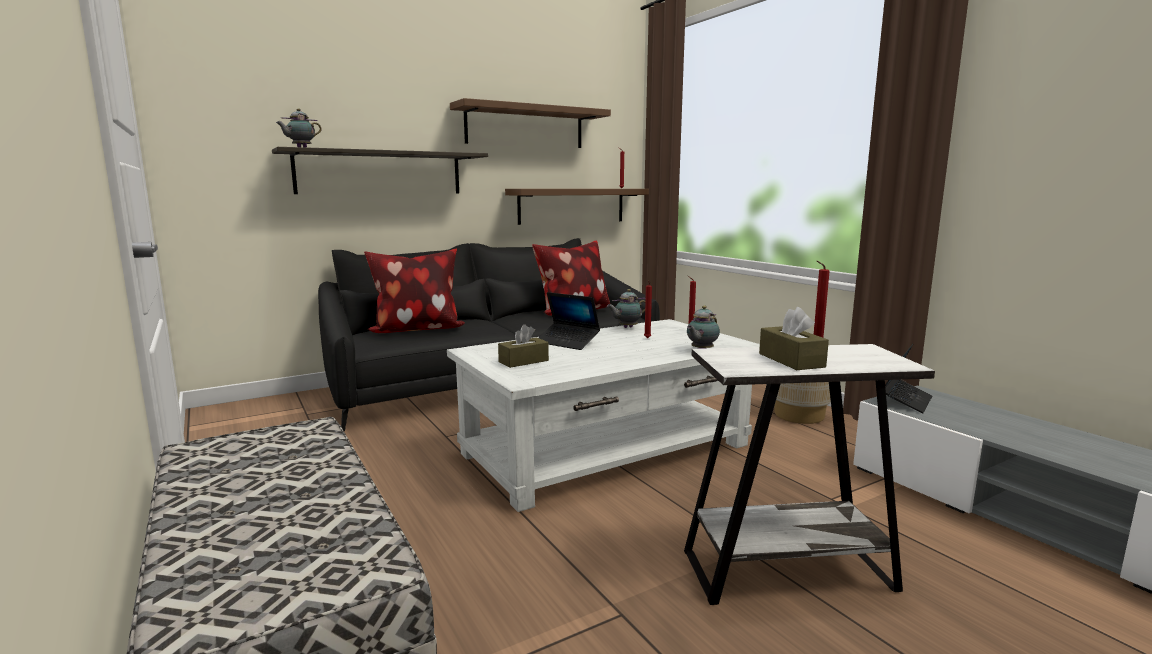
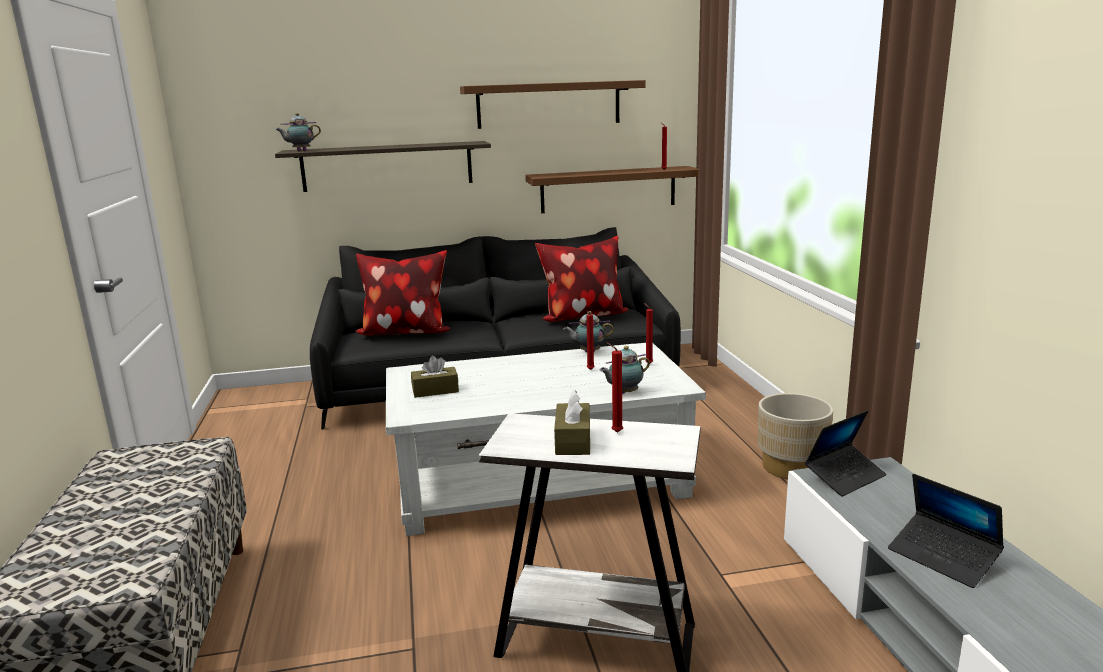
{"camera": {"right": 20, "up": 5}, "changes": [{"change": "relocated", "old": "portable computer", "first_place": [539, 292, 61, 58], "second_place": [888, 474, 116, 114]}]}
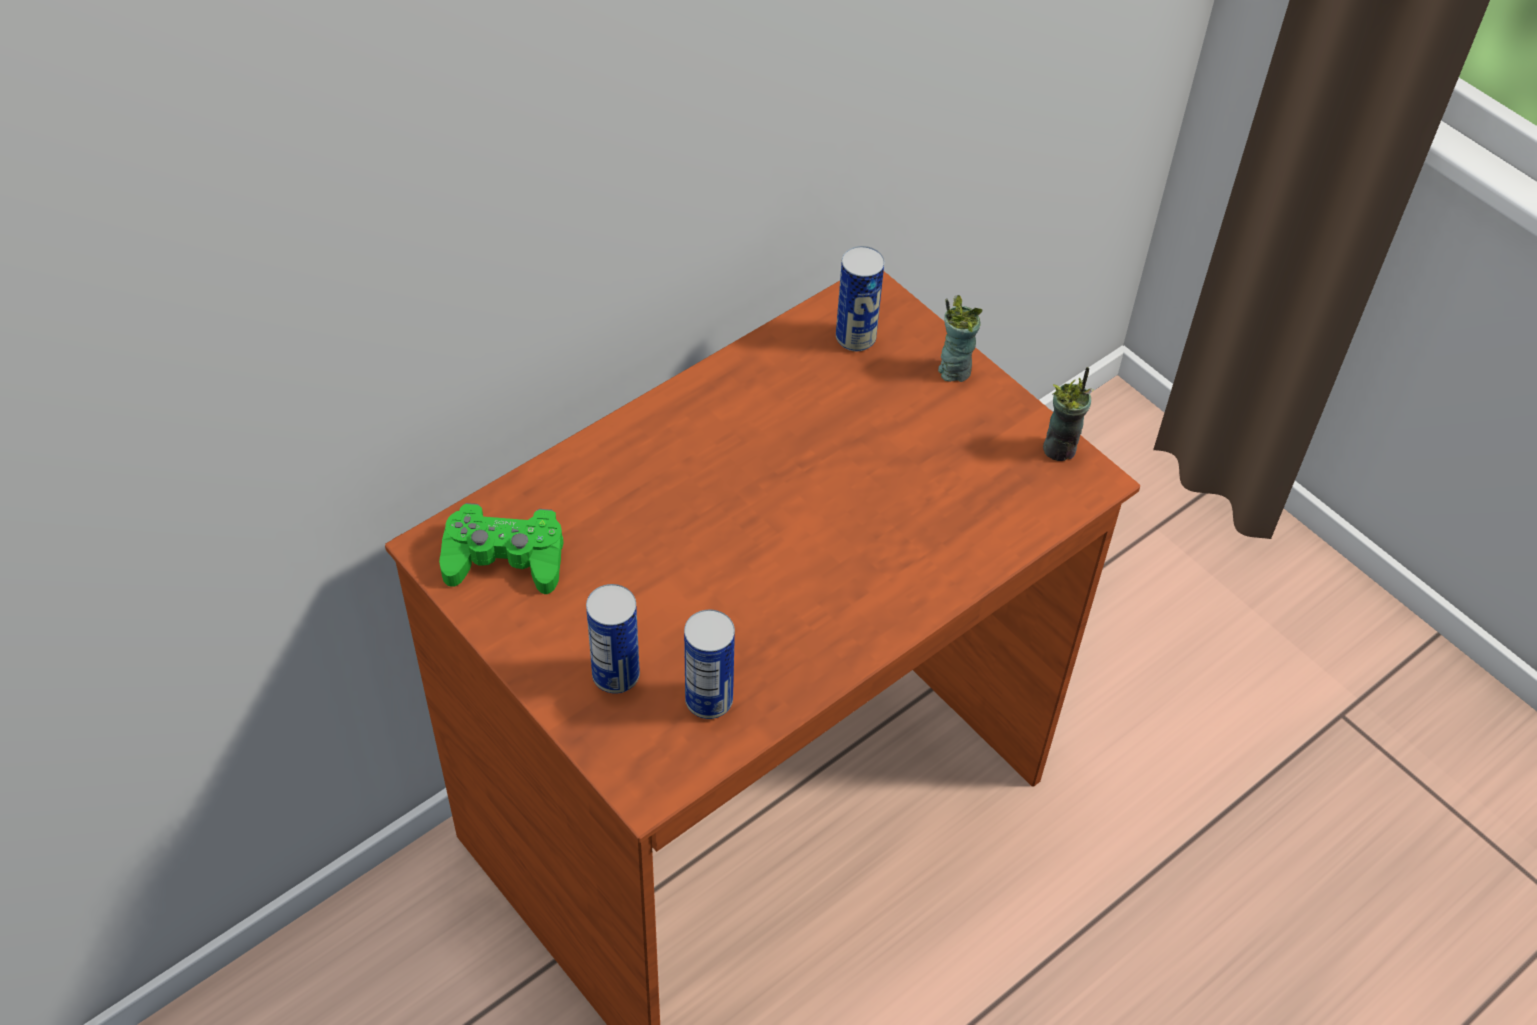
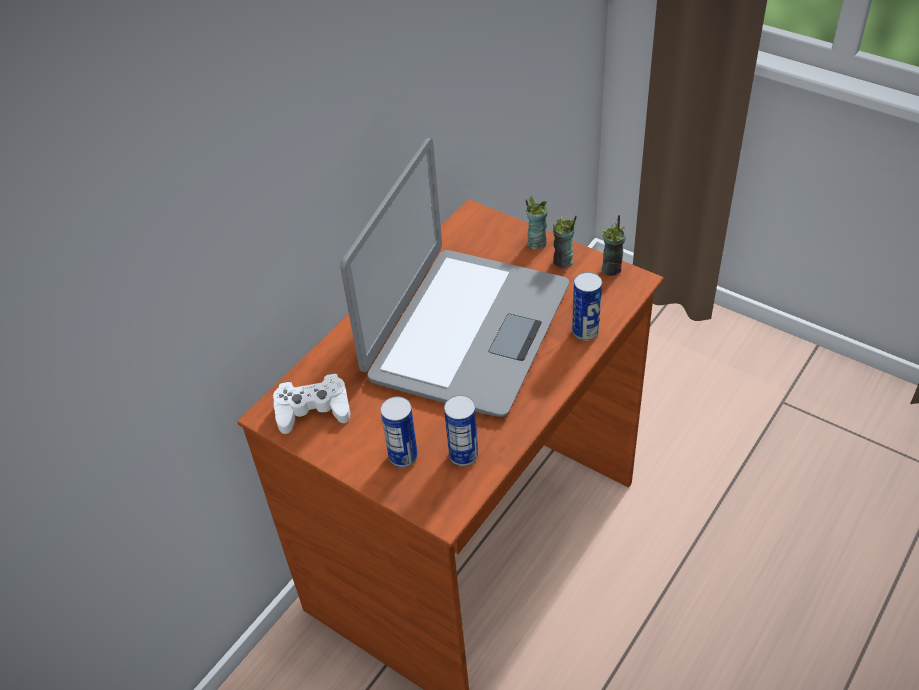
{"camera": {"right": -10, "up": -5}, "changes": [{"change": "relocated", "old": "can", "first_place": [836, 246, 48, 105], "second_place": [572, 272, 30, 69]}, {"change": "colour", "old": "green-coloured joypad", "new": "white joypad", "first_place": [439, 503, 125, 91], "second_place": [273, 373, 77, 61]}, {"change": "appeared", "new": "portable computer", "second_place": [340, 139, 229, 278]}, {"change": "appeared", "new": "cup", "second_place": [553, 215, 24, 53]}]}
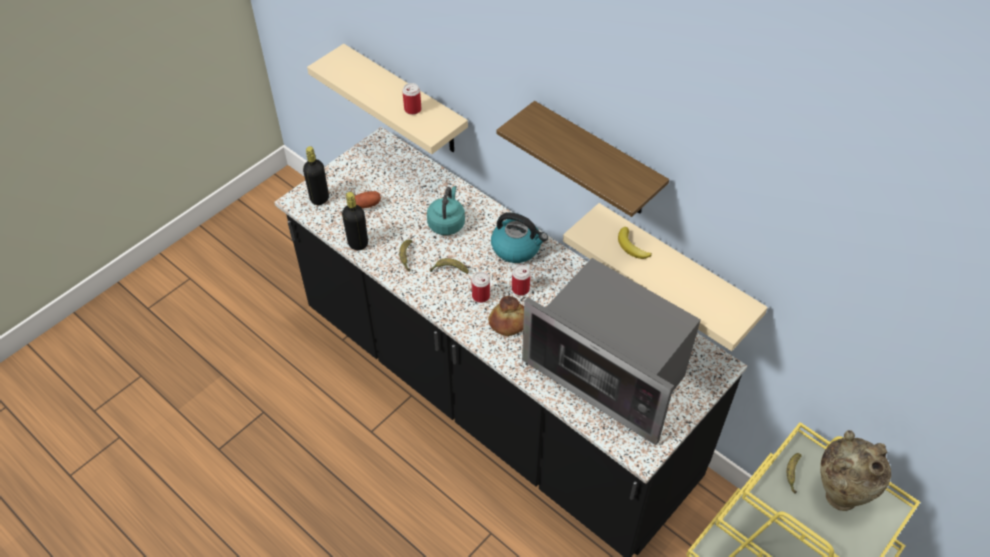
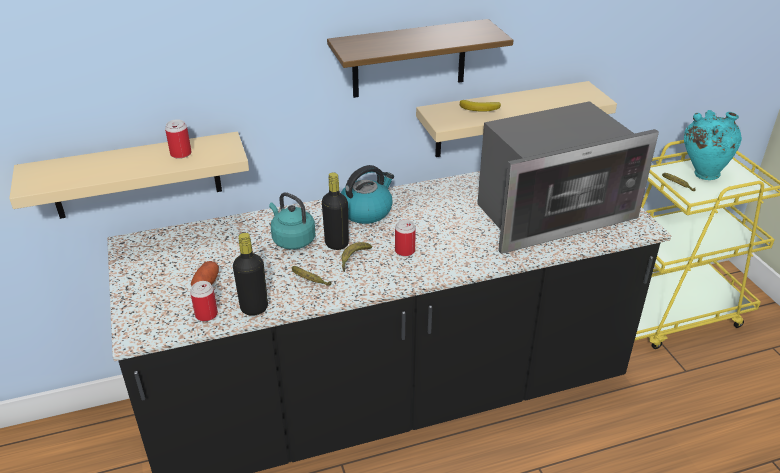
{"camera": {"right": -60, "up": -15}, "changes": [{"change": "relocated", "old": "black-coloured bottle", "first_place": [303, 146, 26, 59], "second_place": [322, 172, 27, 78]}, {"change": "relocated", "old": "can", "first_place": [512, 265, 18, 31], "second_place": [190, 281, 28, 41]}, {"change": "missing", "old": "bread", "first_place": [488, 296, 36, 40]}, {"change": "colour", "old": "beige flower vase", "new": "turquoise-coloured flower vase", "first_place": [820, 430, 71, 81], "second_place": [684, 110, 58, 70]}]}
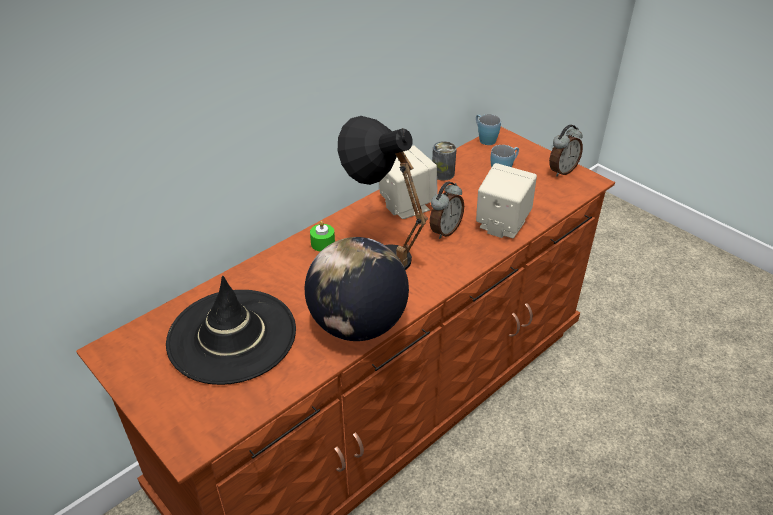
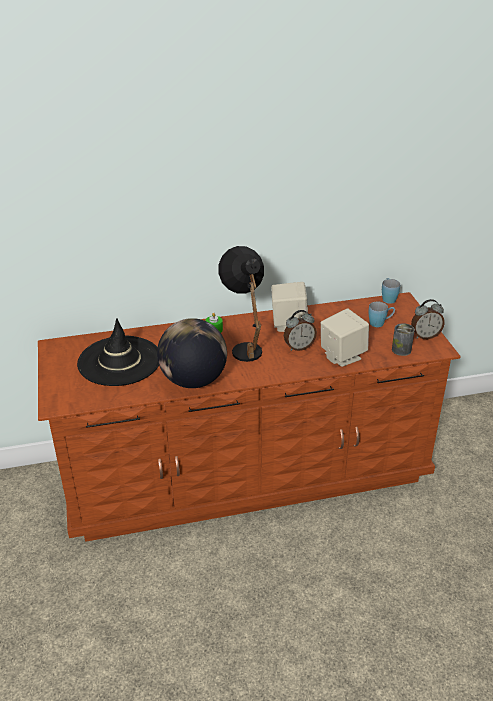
{"camera": {"right": 30, "up": -5}, "changes": [{"change": "relocated", "old": "can", "first_place": [432, 141, 25, 39], "second_place": [392, 323, 23, 33]}]}
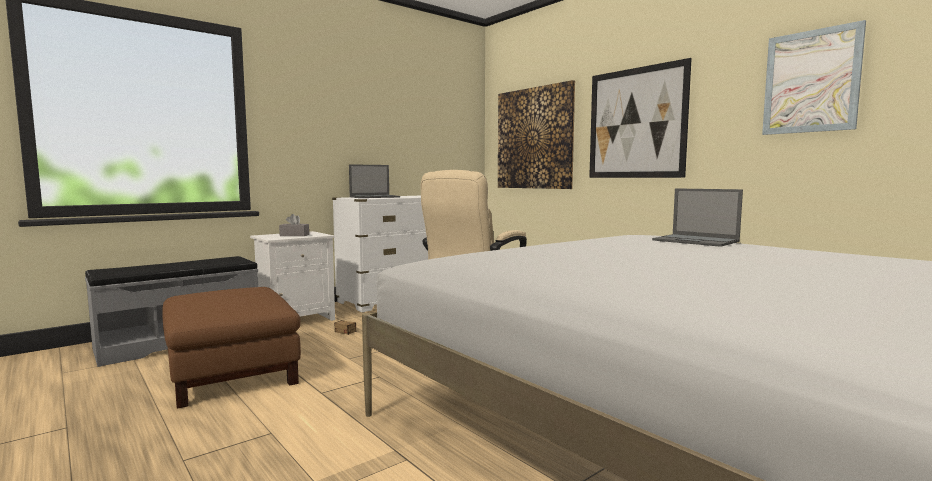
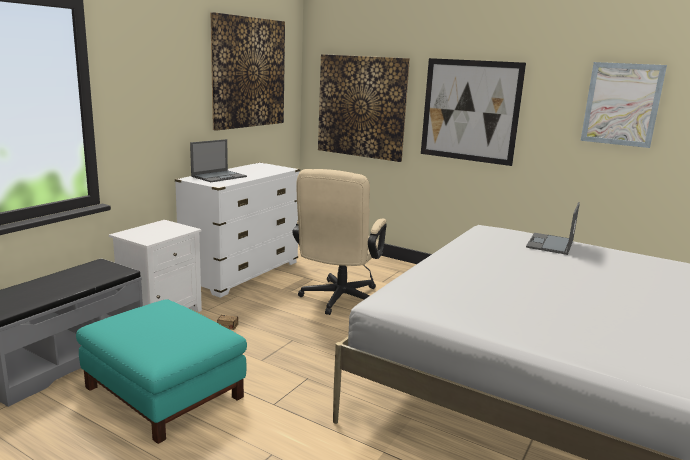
{"camera": {"right": -20, "up": 10}, "changes": [{"change": "spun", "old": "portable computer", "first_place": [652, 188, 91, 59], "second_place": [526, 202, 54, 53], "degrees": 90}, {"change": "missing", "old": "gray tissue box", "first_place": [279, 214, 30, 22]}, {"change": "colour", "old": "brown pouffe", "new": "turquoise-coloured pouffe", "first_place": [162, 287, 139, 121], "second_place": [76, 299, 171, 145]}, {"change": "appeared", "new": "wall art", "second_place": [210, 12, 75, 119]}]}
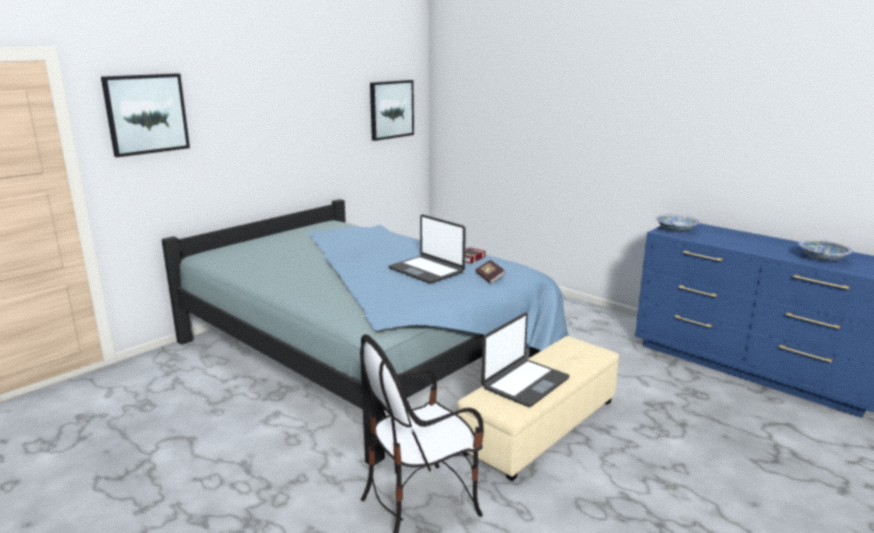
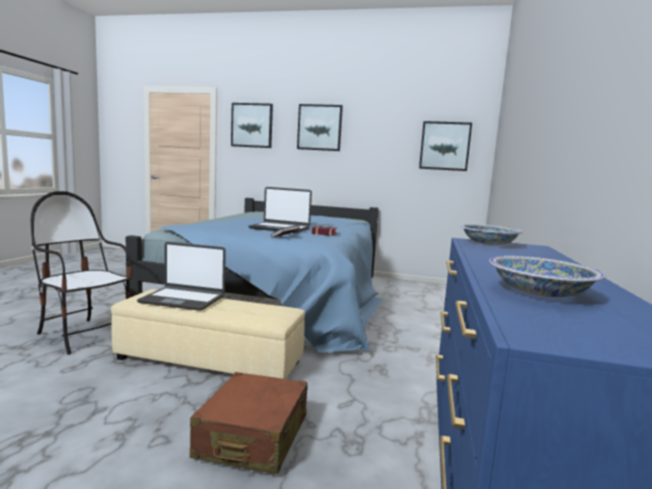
{"camera": {"right": 60, "up": -10}, "changes": [{"change": "spun", "old": "portable computer", "first_place": [388, 214, 78, 70], "second_place": [249, 187, 63, 46], "degrees": -90}, {"change": "appeared", "new": "wall art", "second_place": [297, 104, 46, 47]}, {"change": "appeared", "new": "brown piece of luggage", "second_place": [190, 372, 117, 102]}]}
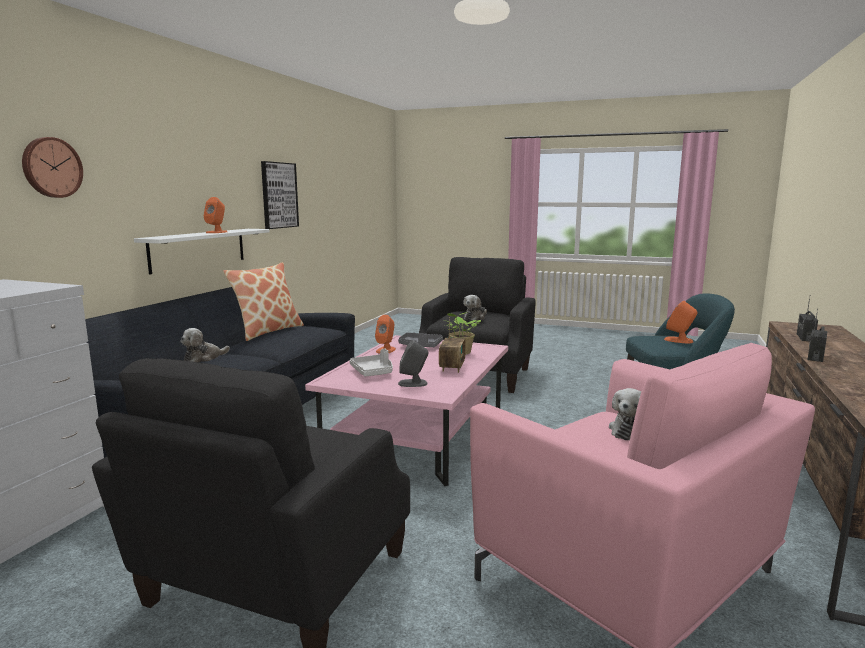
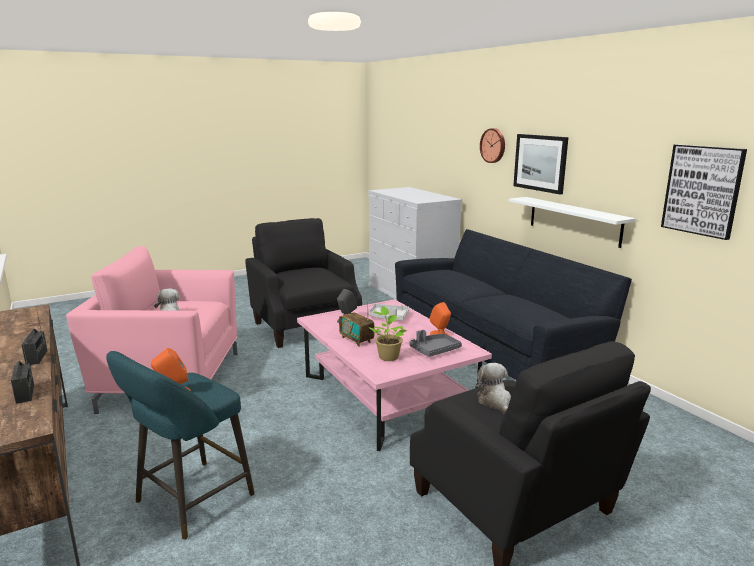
{"camera": {"right": 130, "up": 5}, "changes": [{"change": "missing", "old": "orangey audio speaker", "first_place": [204, 197, 23, 36]}, {"change": "missing", "old": "cushion", "first_place": [223, 262, 81, 79]}, {"change": "missing", "old": "soft toy", "first_place": [180, 328, 50, 34]}, {"change": "appeared", "new": "wall art", "second_place": [513, 134, 55, 61]}]}
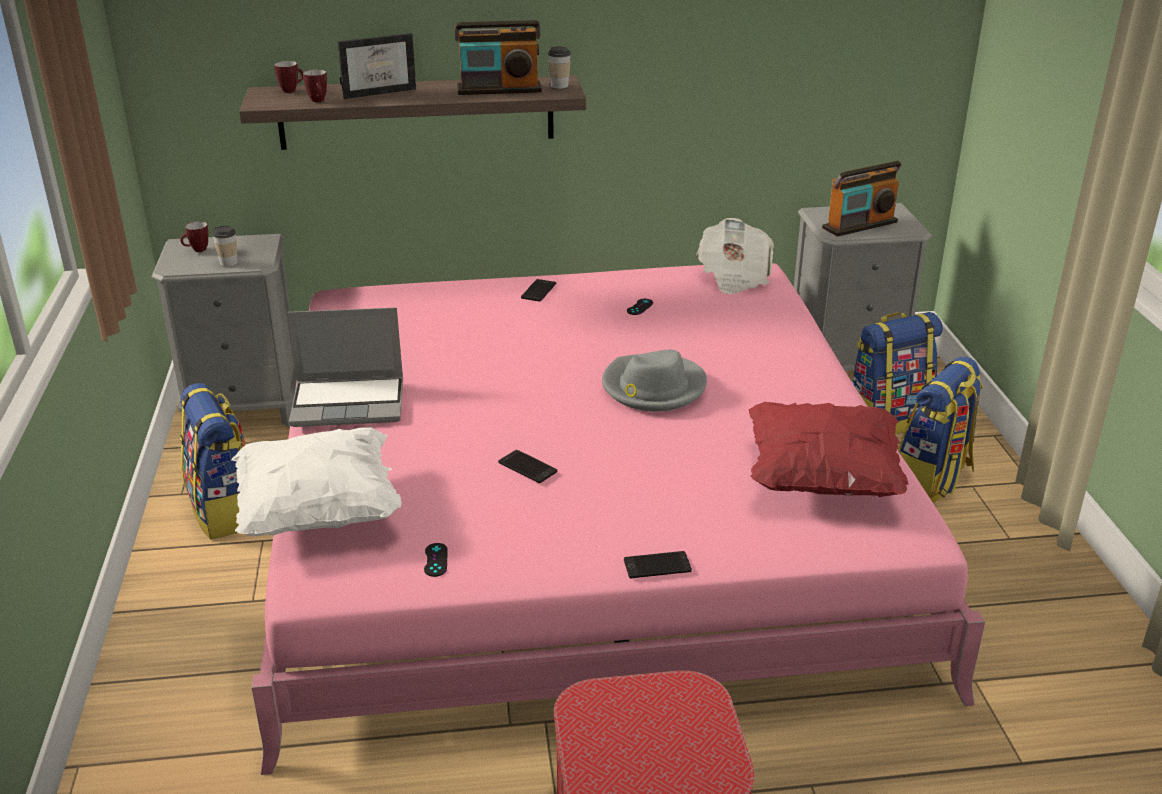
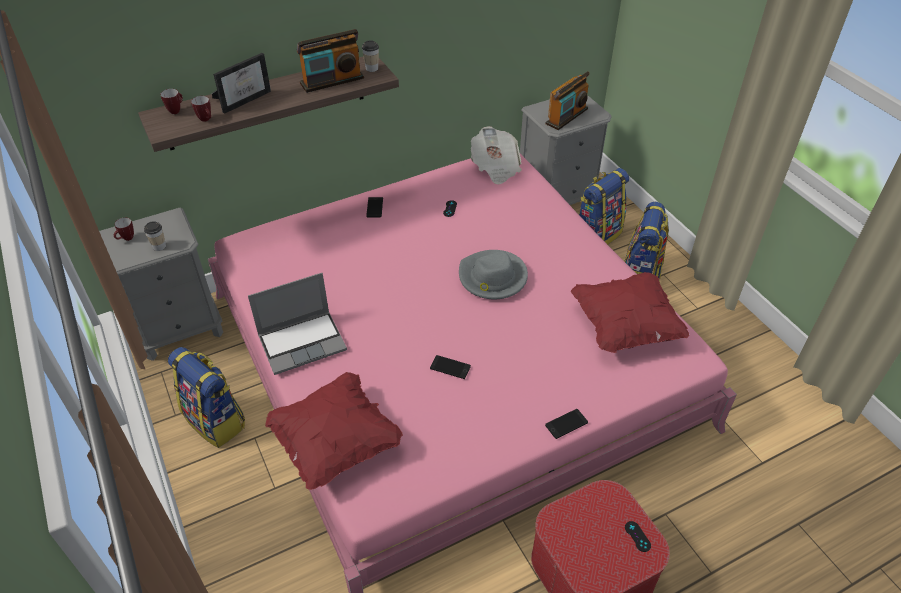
{"camera": {"right": -20, "up": 15}, "changes": [{"change": "colour", "old": "white cushion", "new": "red cushion", "first_place": [231, 427, 171, 110], "second_place": [265, 372, 138, 118]}, {"change": "relocated", "old": "black-coloured joypad", "first_place": [424, 543, 24, 34], "second_place": [625, 521, 26, 31]}]}
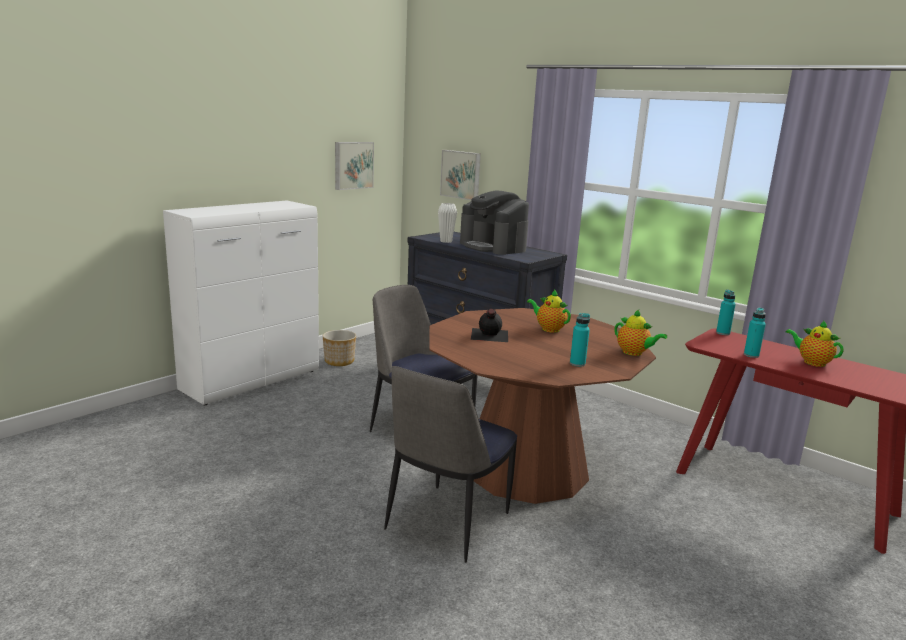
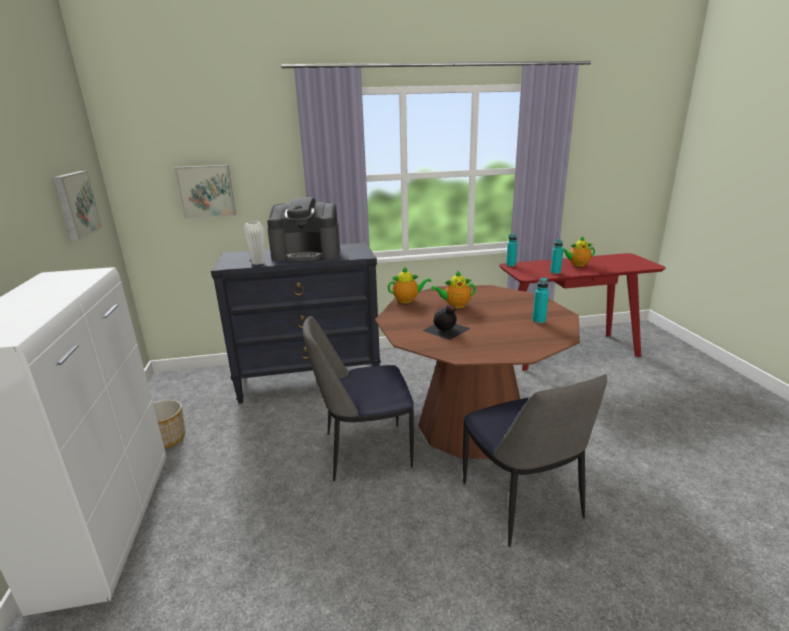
{"camera": {"right": -50, "up": 5}, "changes": [{"change": "relocated", "old": "pot for tea", "first_place": [614, 310, 53, 46], "second_place": [388, 267, 43, 36]}]}
